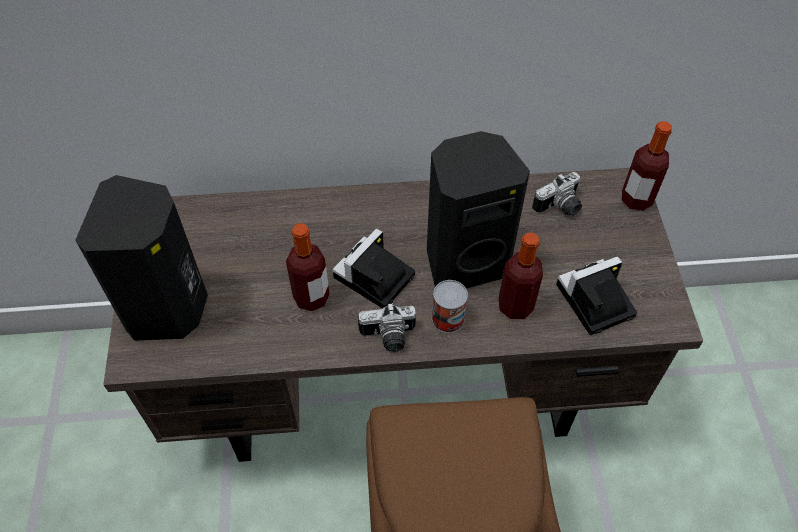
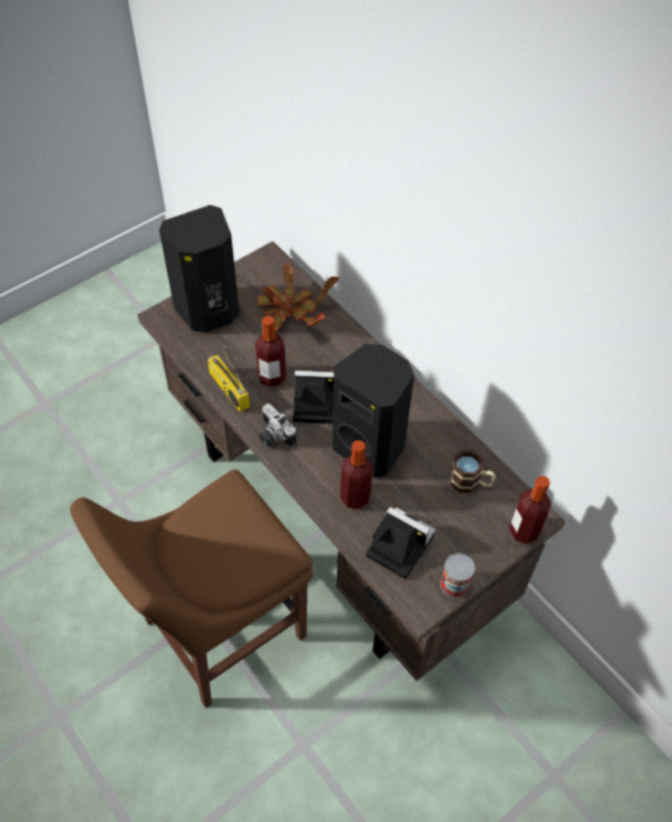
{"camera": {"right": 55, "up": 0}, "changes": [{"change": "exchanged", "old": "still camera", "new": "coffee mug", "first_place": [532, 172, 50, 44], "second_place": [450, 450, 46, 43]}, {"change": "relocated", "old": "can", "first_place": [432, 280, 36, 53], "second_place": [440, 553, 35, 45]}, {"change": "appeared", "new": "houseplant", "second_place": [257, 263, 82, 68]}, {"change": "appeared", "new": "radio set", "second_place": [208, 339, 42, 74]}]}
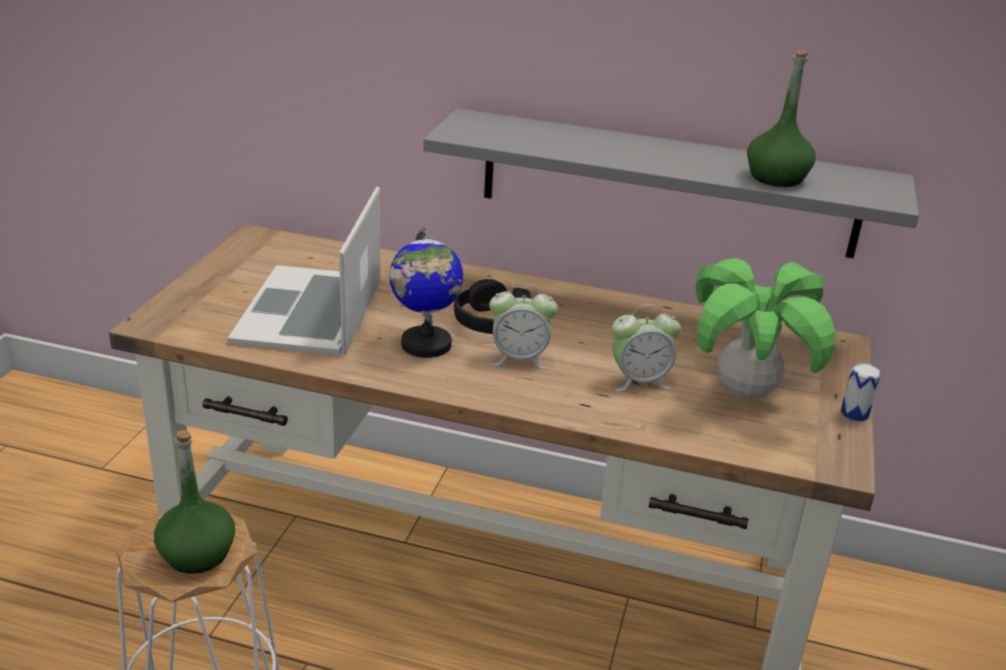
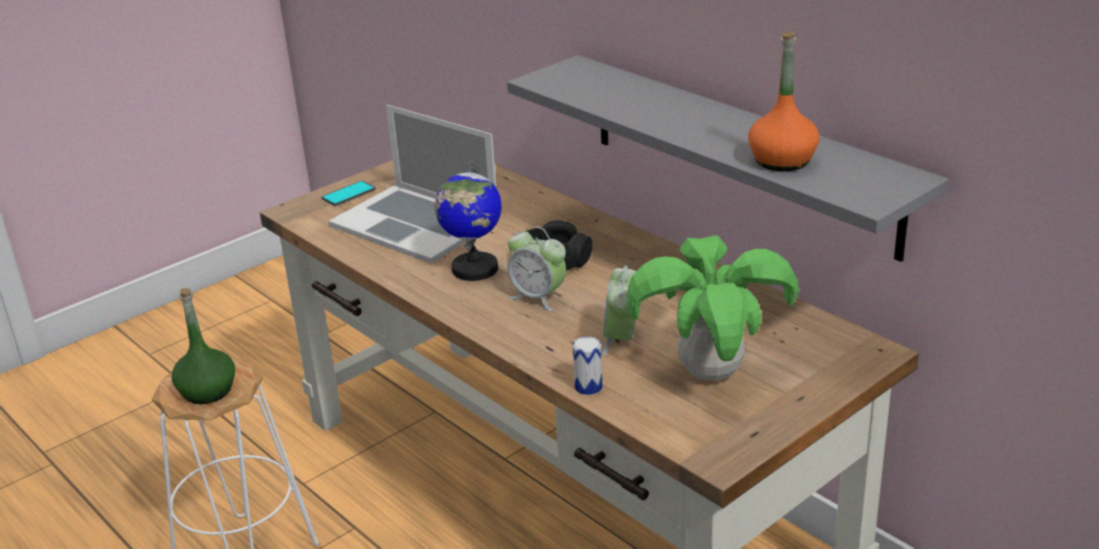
{"camera": {"right": 35, "up": 0}, "changes": [{"change": "colour", "old": "green-coloured bottle", "new": "orangey bottle", "first_place": [747, 50, 69, 137], "second_place": [748, 31, 72, 140]}, {"change": "spun", "old": "portable computer", "first_place": [228, 187, 152, 169], "second_place": [328, 105, 171, 159], "degrees": -90}, {"change": "spun", "old": "alarm clock", "first_place": [612, 305, 69, 87], "second_place": [603, 265, 33, 91], "degrees": 75}, {"change": "relocated", "old": "can", "first_place": [841, 363, 40, 58], "second_place": [573, 336, 29, 59]}, {"change": "appeared", "new": "phone", "second_place": [322, 181, 54, 25]}]}
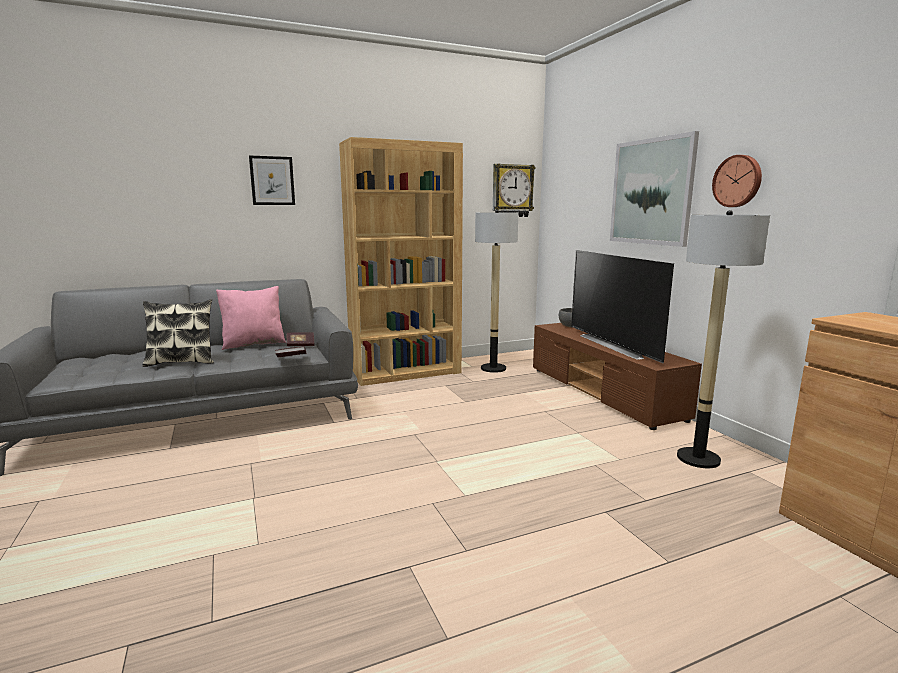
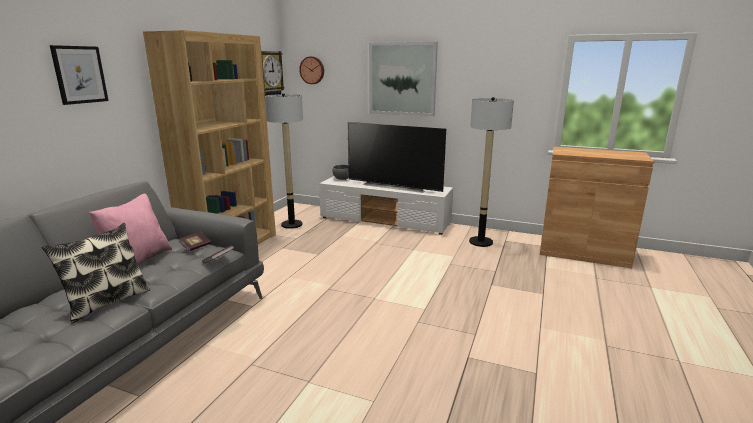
{"camera": {"right": -45, "up": 5}, "changes": [{"change": "relocated", "old": "hanging clock", "first_place": [712, 155, 50, 52], "second_place": [299, 56, 25, 28]}, {"change": "colour", "old": "brown tv stand", "new": "white tv stand", "first_place": [533, 323, 169, 107], "second_place": [319, 176, 134, 59]}]}
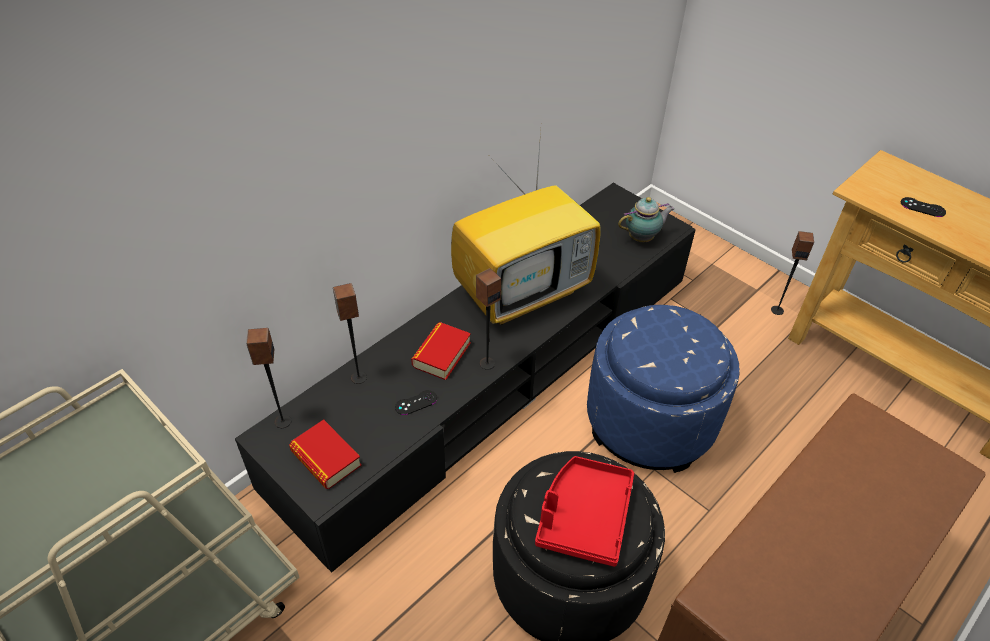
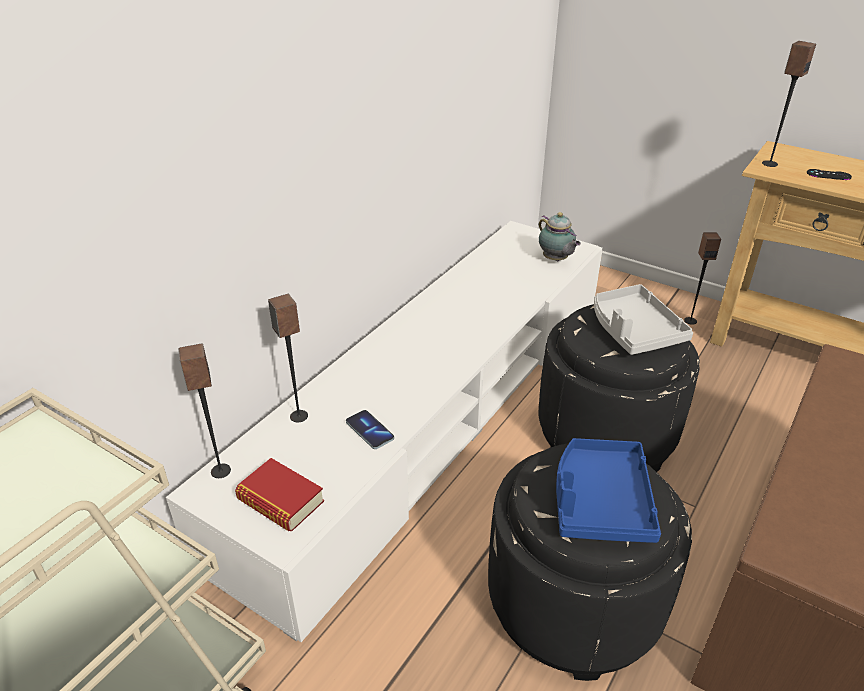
{"camera": {"right": -10, "up": -10}, "changes": [{"change": "missing", "old": "television", "first_place": [451, 131, 149, 194]}, {"change": "colour", "old": "black-coloured tv stand", "new": "white tv stand", "first_place": [235, 183, 461, 389], "second_place": [166, 221, 437, 421]}, {"change": "spun", "old": "pot for tea", "first_place": [618, 197, 57, 45], "second_place": [539, 212, 42, 49], "degrees": 90}, {"change": "relocated", "old": "audio speaker", "first_place": [476, 268, 25, 102], "second_place": [762, 41, 54, 126]}, {"change": "colour", "old": "blue-coloured pouffe", "new": "black-coloured pouffe", "first_place": [587, 305, 153, 168], "second_place": [538, 304, 162, 168]}, {"change": "missing", "old": "volume", "first_place": [411, 322, 60, 58]}, {"change": "exchanged", "old": "black-coloured joypad", "new": "phone", "first_place": [395, 390, 42, 25], "second_place": [346, 410, 48, 39]}, {"change": "colour", "old": "red carrying tray", "new": "blue-coloured carrying tray", "first_place": [535, 456, 99, 111], "second_place": [556, 438, 105, 105]}, {"change": "appeared", "new": "gray carrying tray", "second_place": [594, 284, 99, 71]}]}
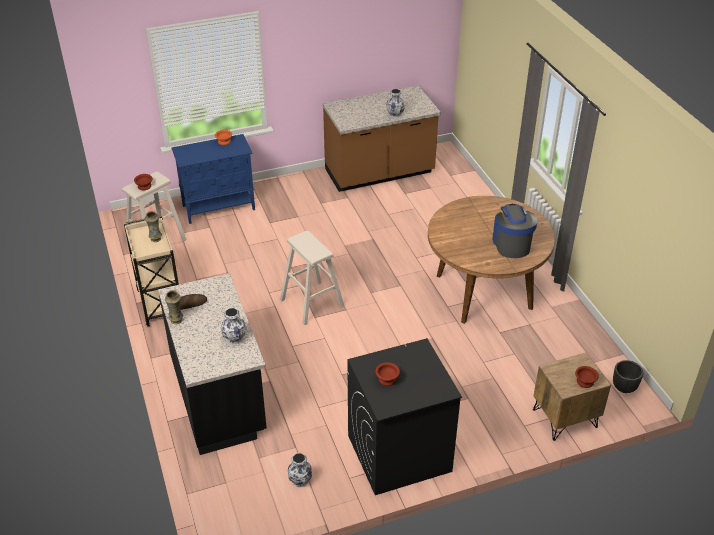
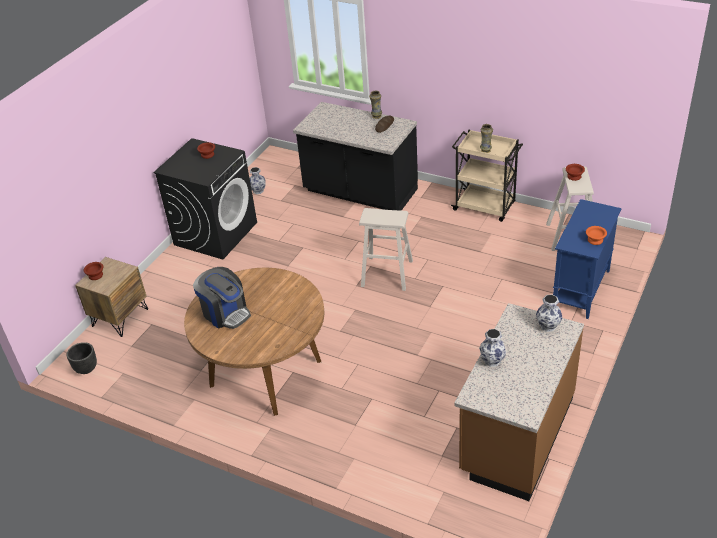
{"camera": {"right": 140, "up": 0}, "changes": [{"change": "relocated", "old": "flower vase", "first_place": [221, 308, 25, 36], "second_place": [536, 294, 27, 38]}]}
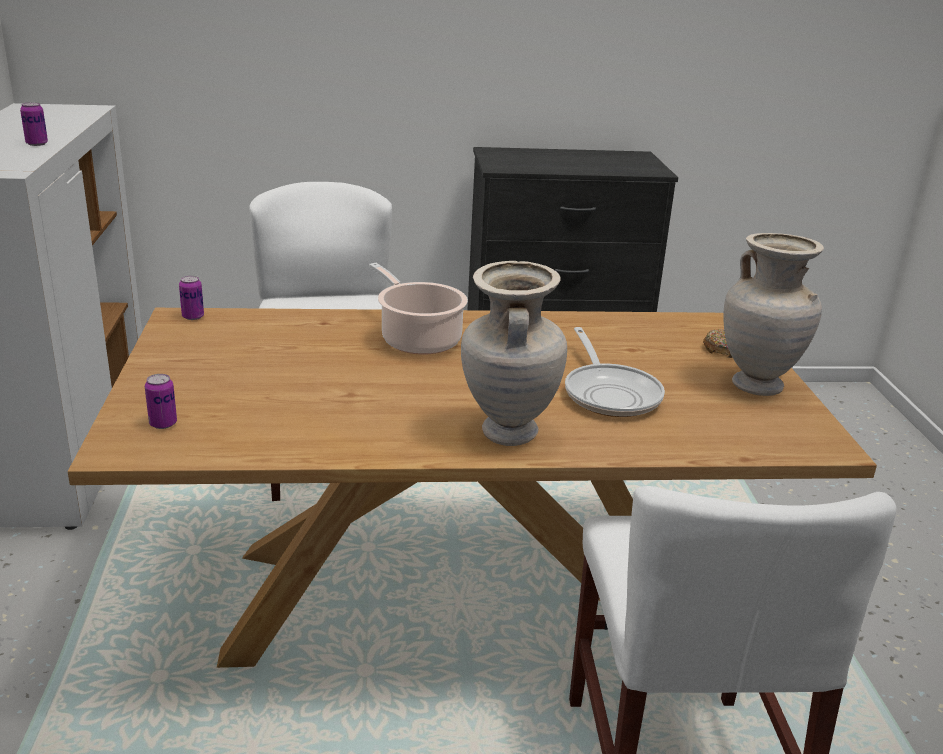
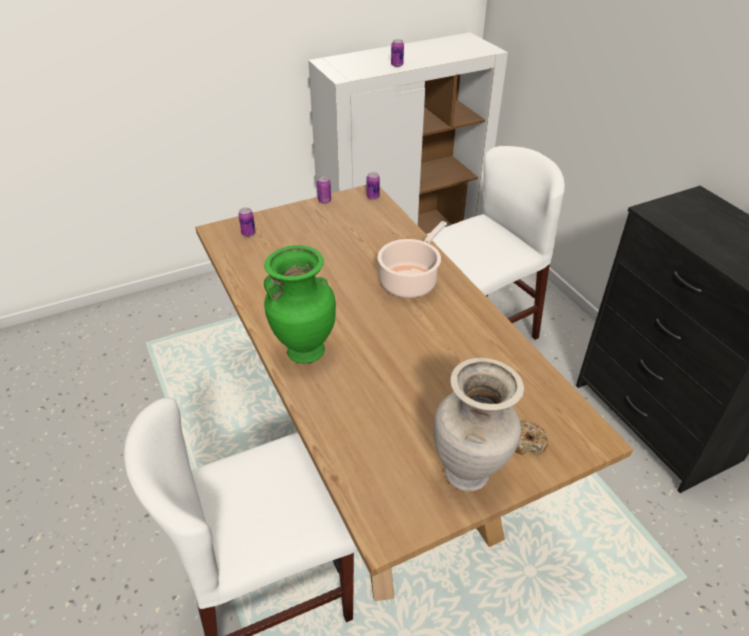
{"camera": {"right": 70, "up": 15}, "changes": [{"change": "colour", "old": "beige flower vase", "new": "green-coloured flower vase", "first_place": [461, 261, 106, 185], "second_place": [264, 245, 72, 119]}, {"change": "missing", "old": "frying pan", "first_place": [565, 327, 100, 90]}, {"change": "appeared", "new": "can", "second_place": [317, 176, 14, 28]}]}
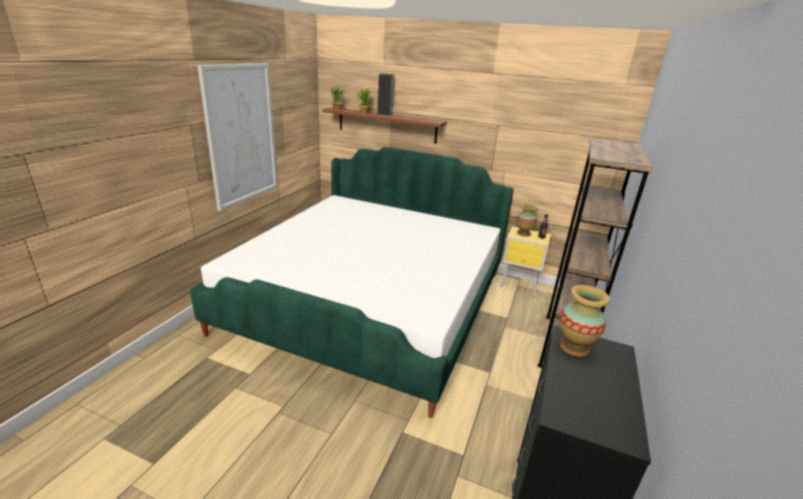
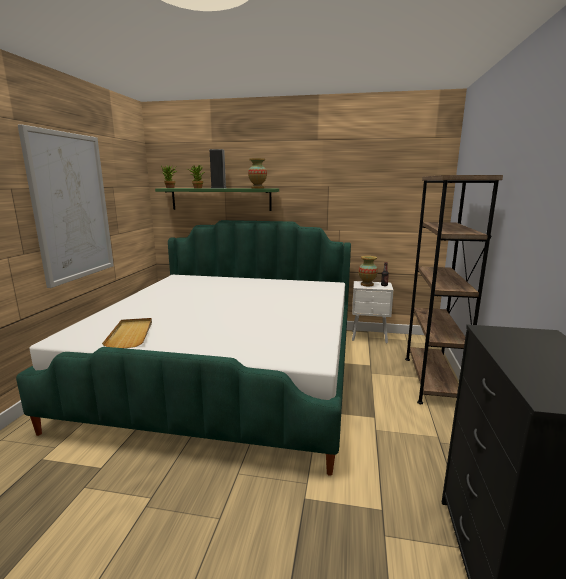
{"camera": {"right": -10, "up": -10}, "changes": [{"change": "colour", "old": "brown wall shelf", "new": "green-coloured wall shelf", "first_place": [323, 107, 124, 36], "second_place": [155, 188, 124, 23]}, {"change": "colour", "old": "yellow bedside table", "new": "white bedside table", "first_place": [500, 227, 51, 69], "second_place": [352, 281, 42, 63]}, {"change": "relocated", "old": "flower vase", "first_place": [559, 285, 51, 72], "second_place": [248, 158, 19, 31]}, {"change": "appeared", "new": "beige carrying tray", "second_place": [102, 318, 50, 30]}]}
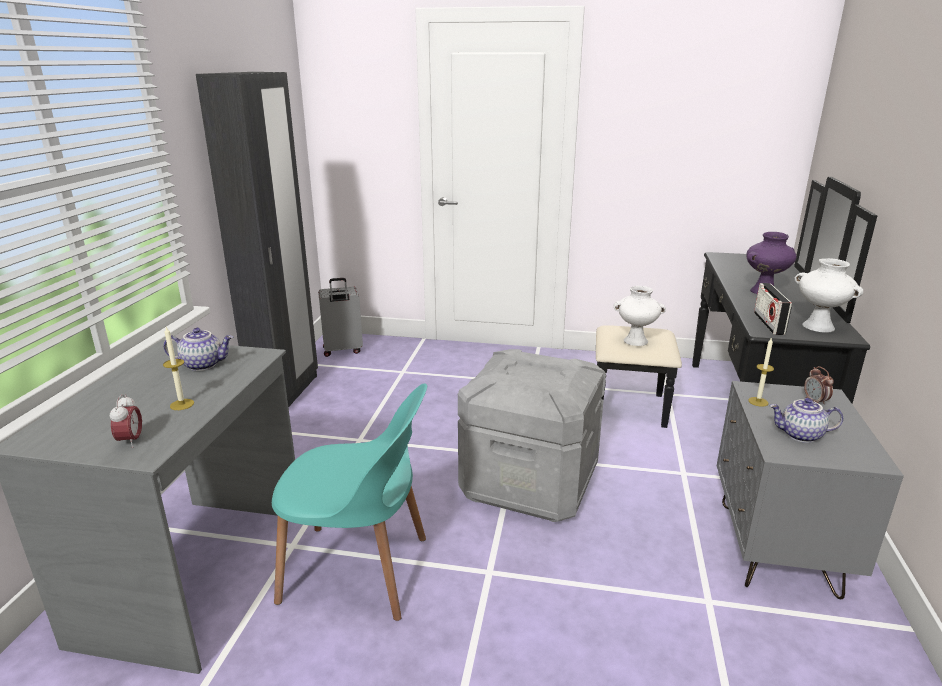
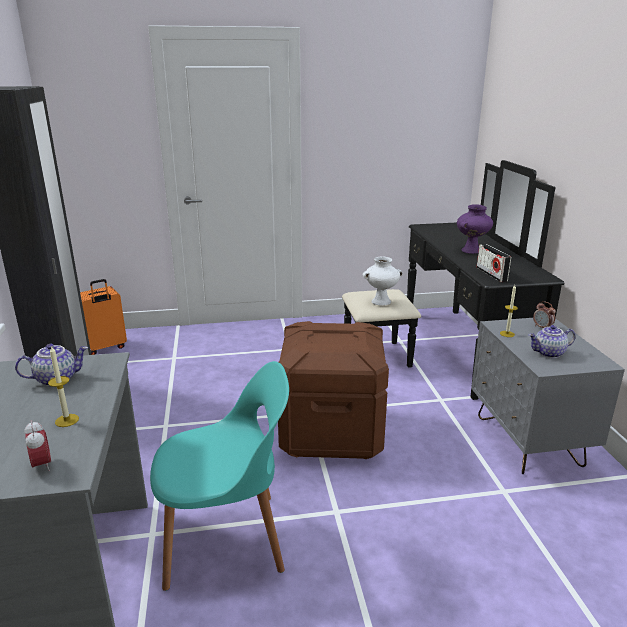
{"camera": {"right": -20, "up": 0}, "changes": [{"change": "missing", "old": "white flower vase", "first_place": [795, 258, 68, 75]}, {"change": "colour", "old": "gray piece of luggage", "new": "orangey piece of luggage", "first_place": [318, 278, 45, 79], "second_place": [80, 279, 47, 76]}, {"change": "colour", "old": "gray storage container", "new": "brown storage container", "first_place": [458, 349, 148, 173], "second_place": [278, 321, 111, 138]}]}
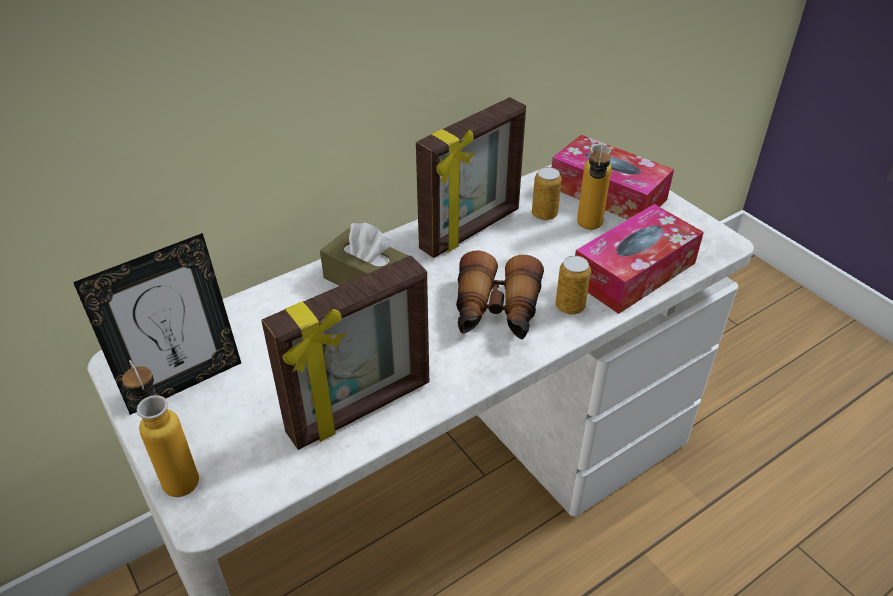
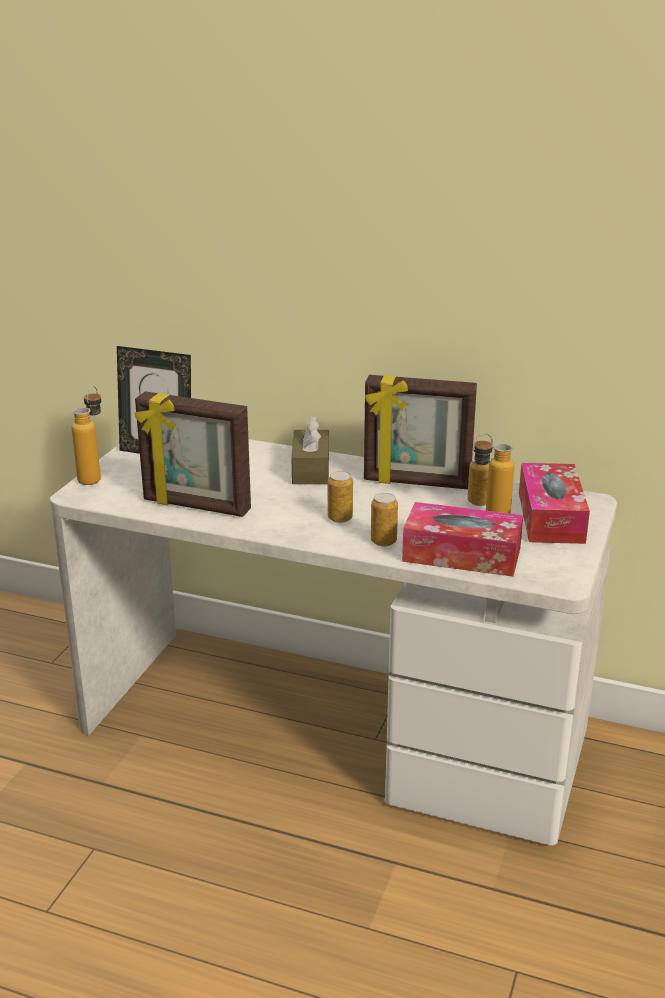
{"camera": {"right": 55, "up": -15}, "changes": [{"change": "exchanged", "old": "pair of binoculars", "new": "can", "first_place": [456, 251, 88, 89], "second_place": [328, 471, 25, 52]}]}
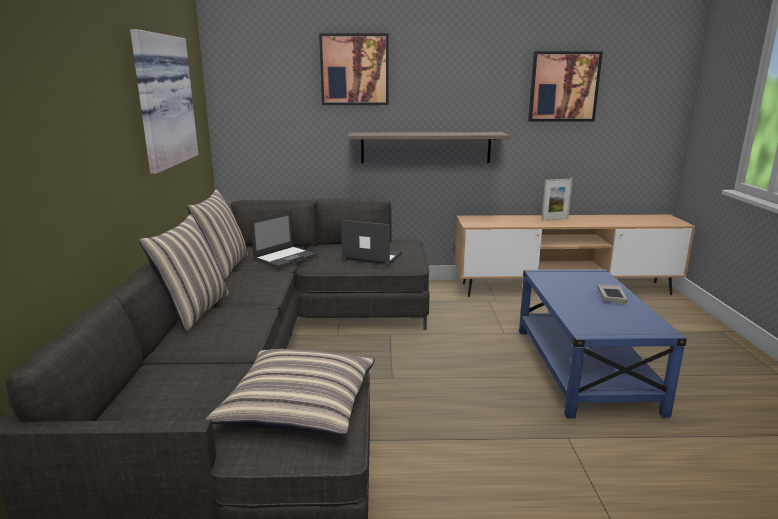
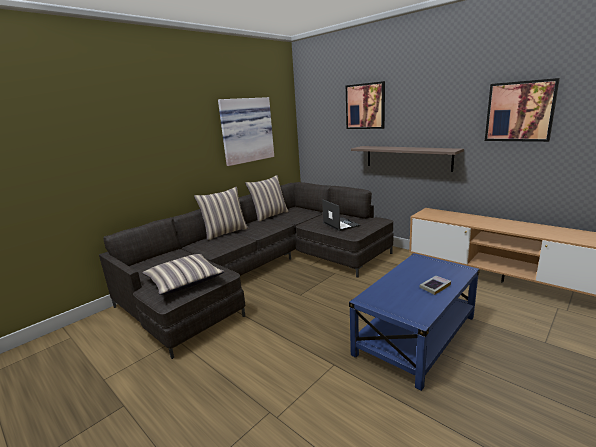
{"camera": {"right": 45, "up": 0}, "changes": [{"change": "missing", "old": "photo frame", "first_place": [541, 179, 32, 42]}, {"change": "missing", "old": "portable computer", "first_place": [250, 211, 68, 57]}]}
